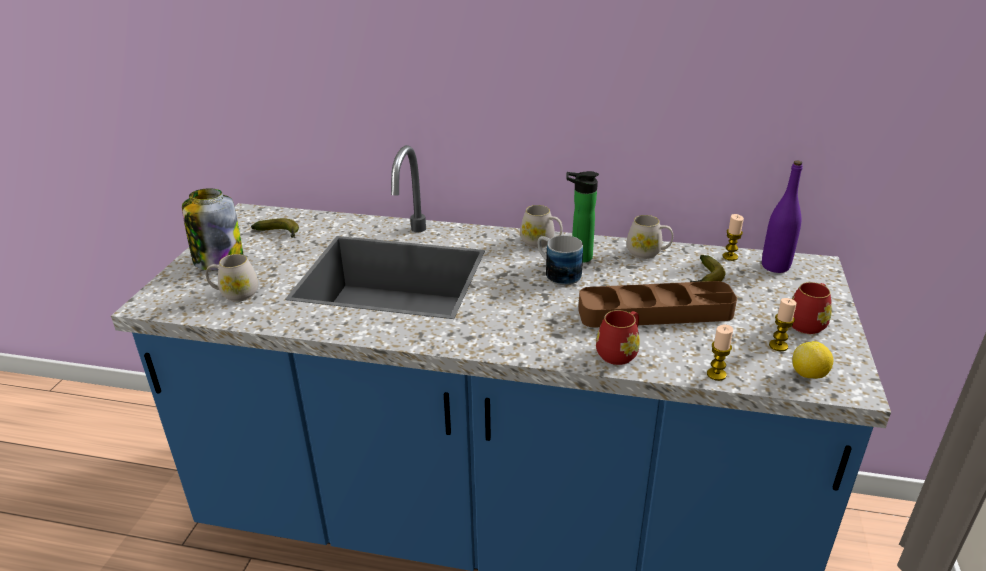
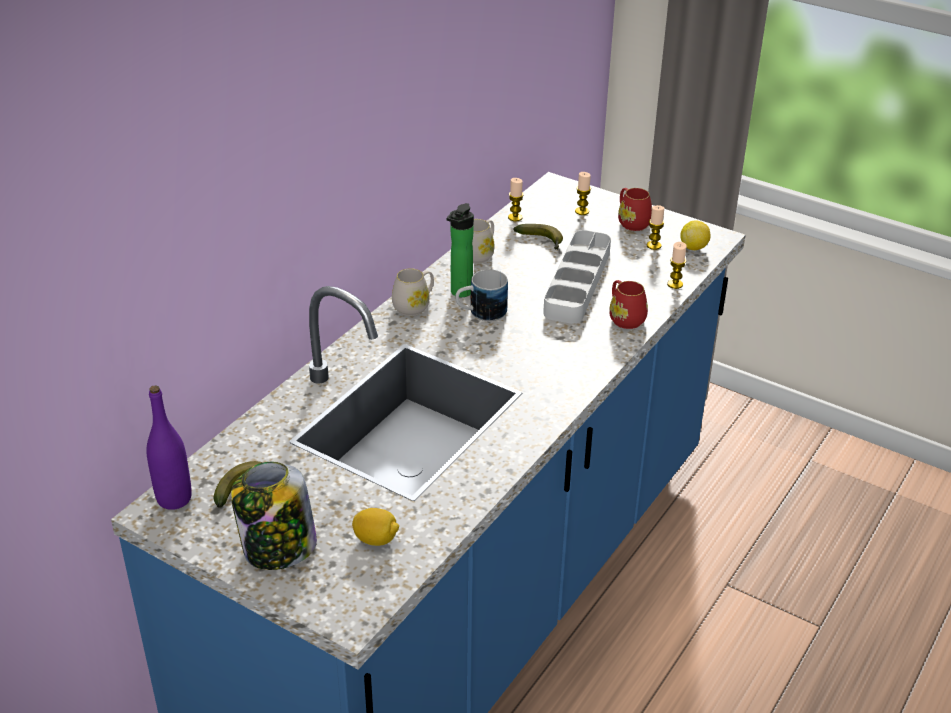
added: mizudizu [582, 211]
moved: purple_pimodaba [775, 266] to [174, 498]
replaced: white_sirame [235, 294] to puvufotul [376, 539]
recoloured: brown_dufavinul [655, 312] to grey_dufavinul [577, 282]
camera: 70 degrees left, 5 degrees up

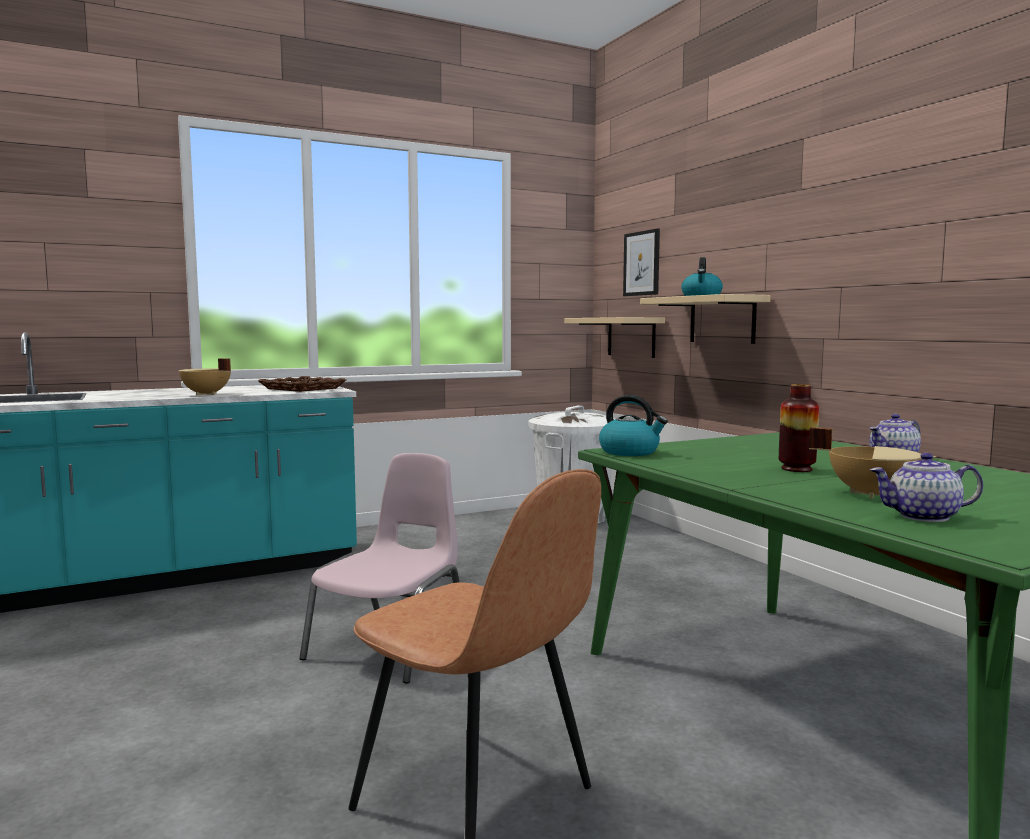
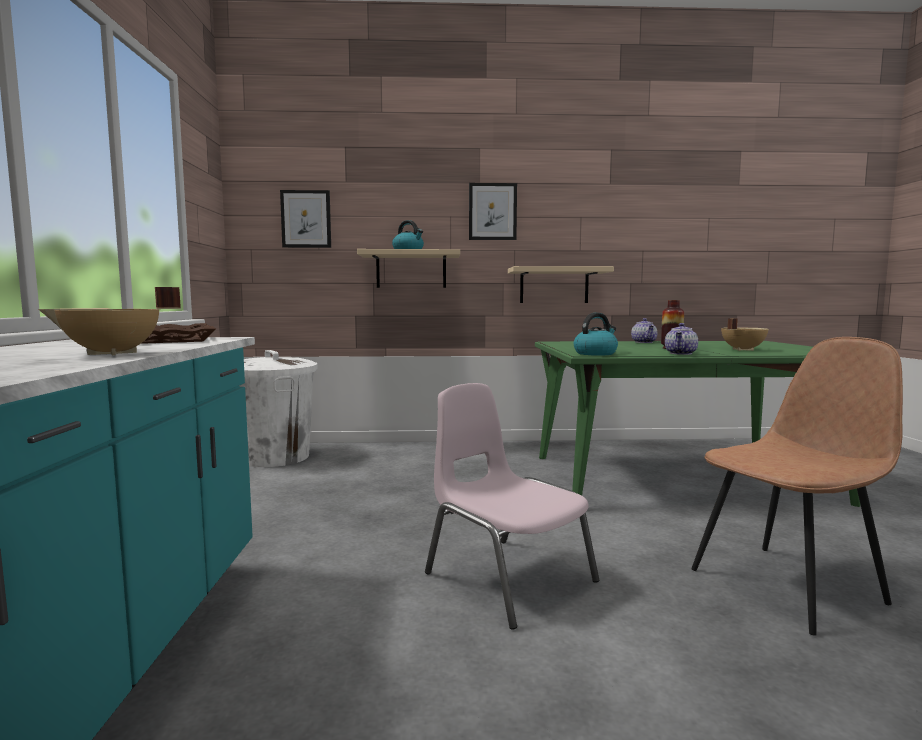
added: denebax [492, 211]
moved: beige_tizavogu [631, 337] to [554, 285]; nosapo [923, 516] to [681, 353]
camera: 65 degrees left, 0 degrees up

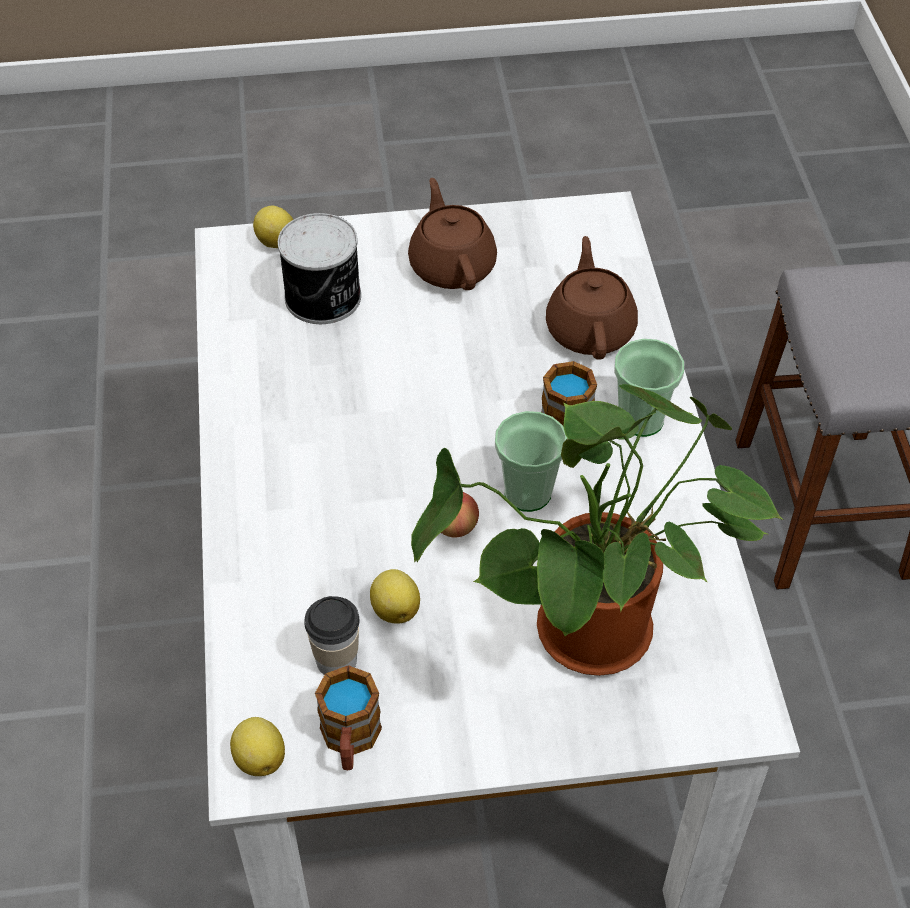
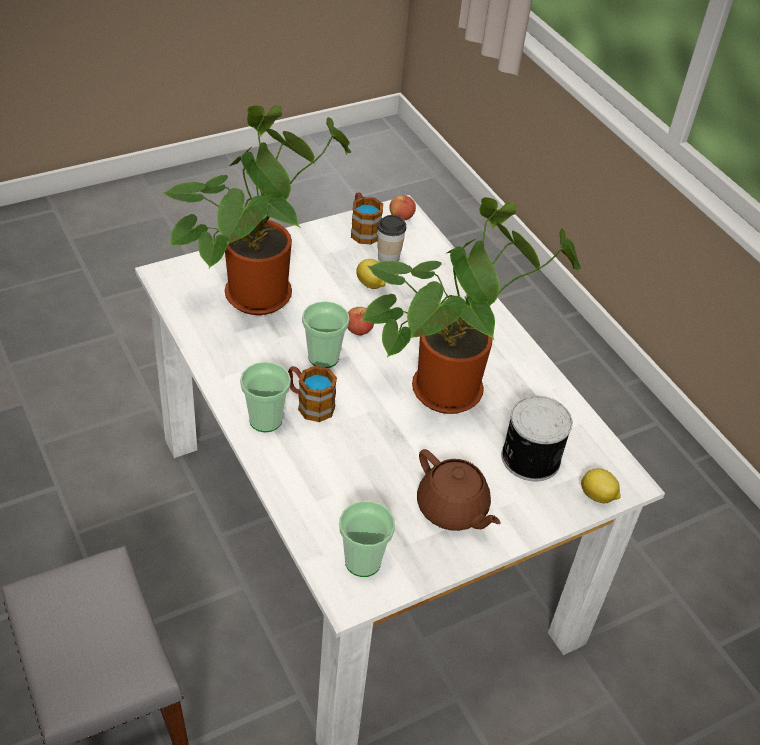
removed: brown_nosapo [590, 329]
added: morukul [363, 561]; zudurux [449, 385]
replaced: puvufotul [260, 757] to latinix [401, 217]
camera: 155 degrees right, 5 degrees down

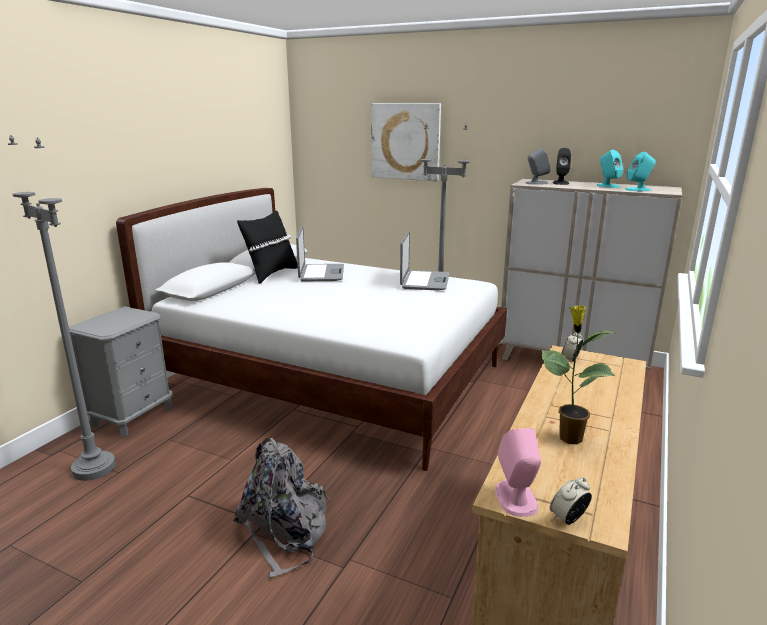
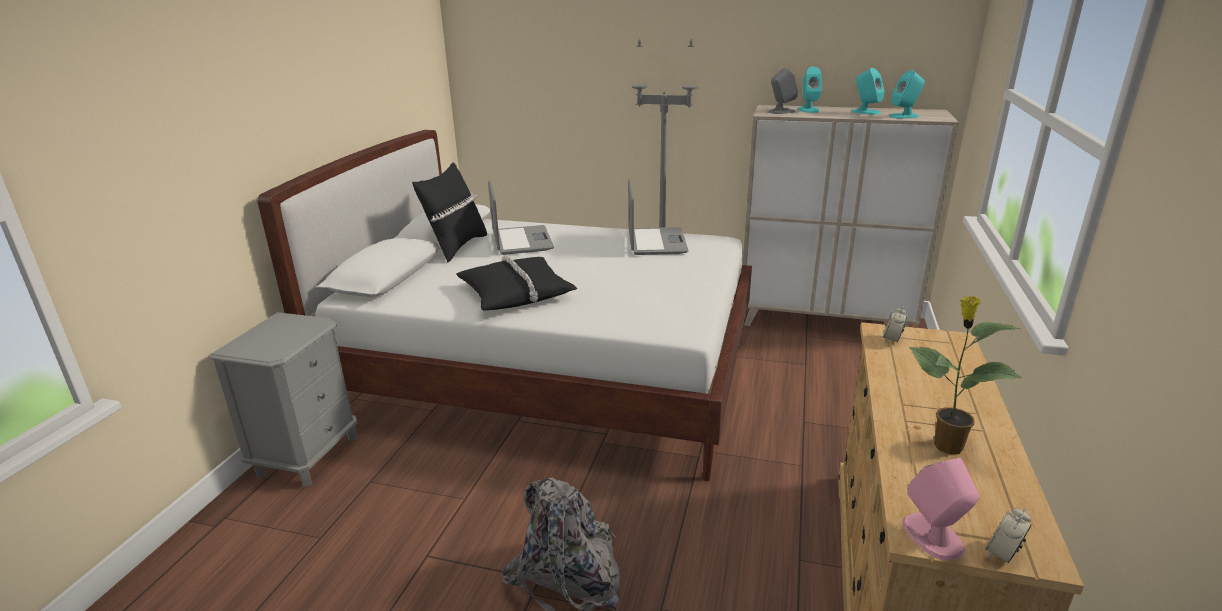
removed: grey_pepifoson [93, 468]; denebax [405, 141]
added: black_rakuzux [516, 293]
recoloured: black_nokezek [560, 183] to turquoise_nokezek [808, 110]
camera: 10 degrees left, 5 degrees up

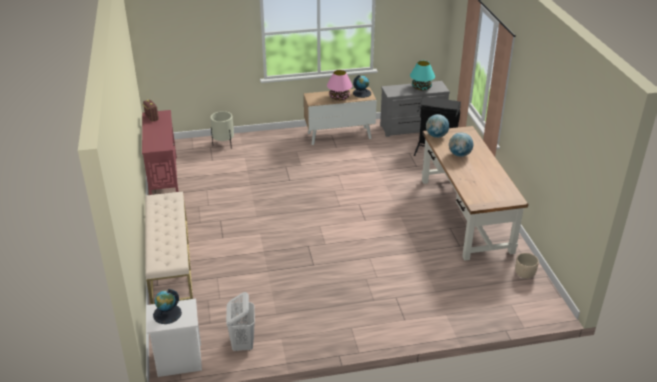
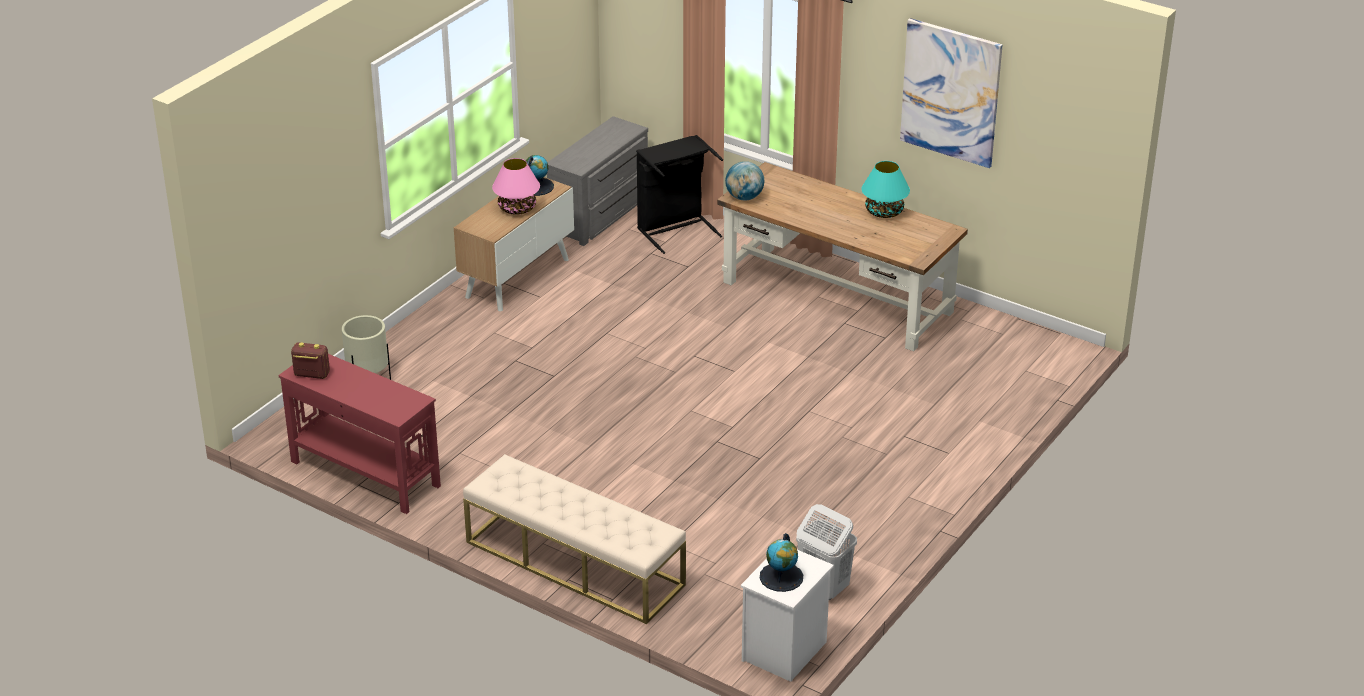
removed: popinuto [459, 154]; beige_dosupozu [525, 274]
added: denebax [951, 92]
moved: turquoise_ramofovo [421, 88] to [884, 212]
camera: 45 degrees left, 0 degrees up

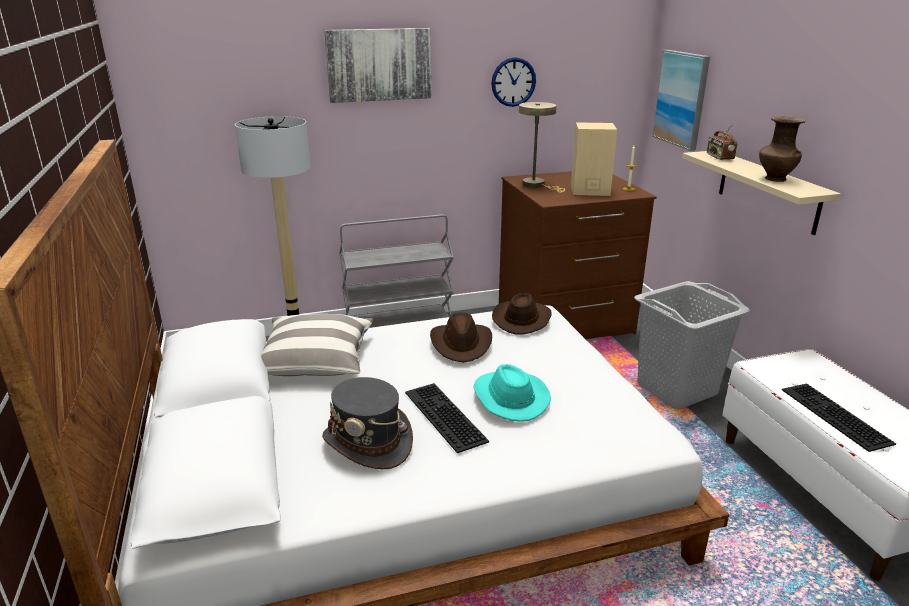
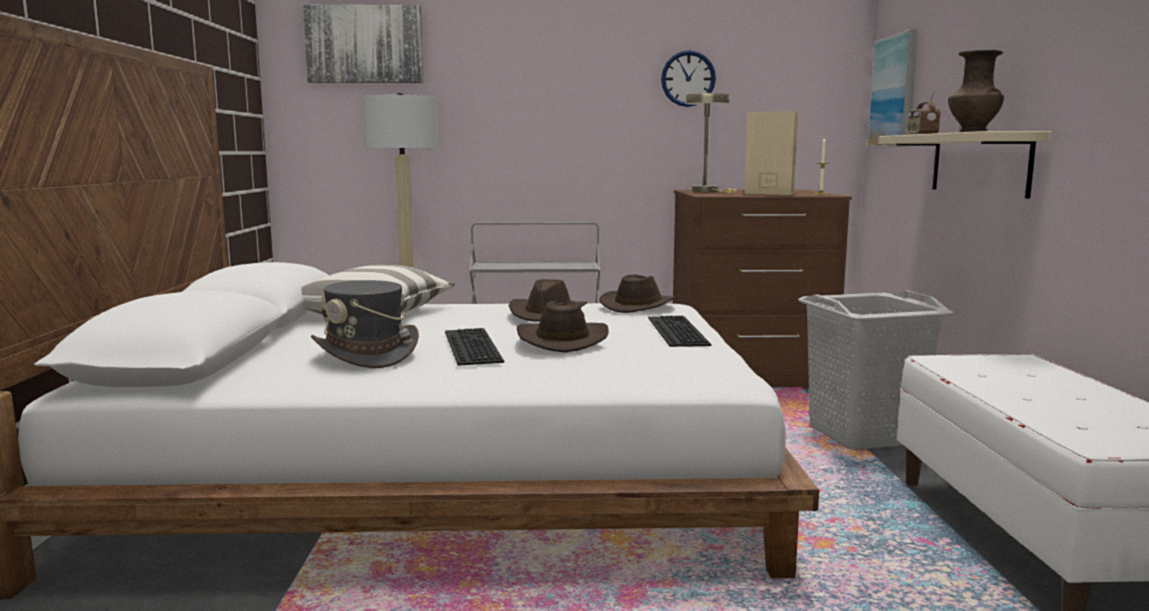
moved: denebax [379, 64] to [364, 44]; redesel [832, 415] to [674, 330]
recoloured: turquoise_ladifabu [509, 397] to brown_ladifabu [561, 340]
camera: 15 degrees right, 15 degrees down

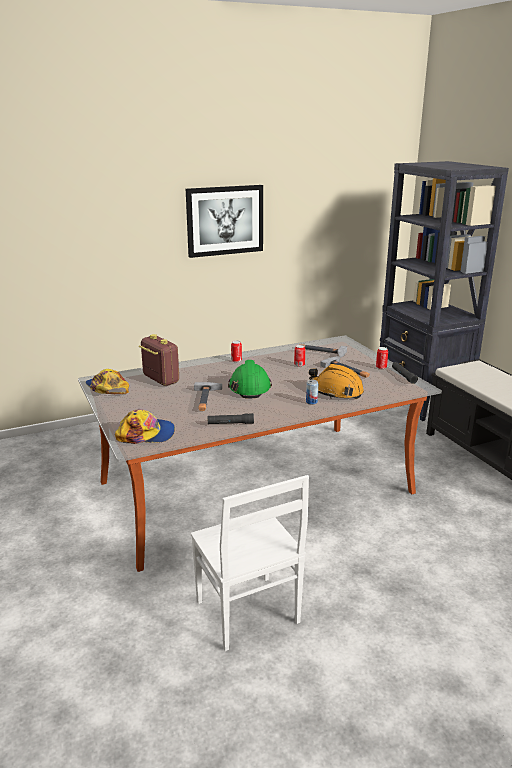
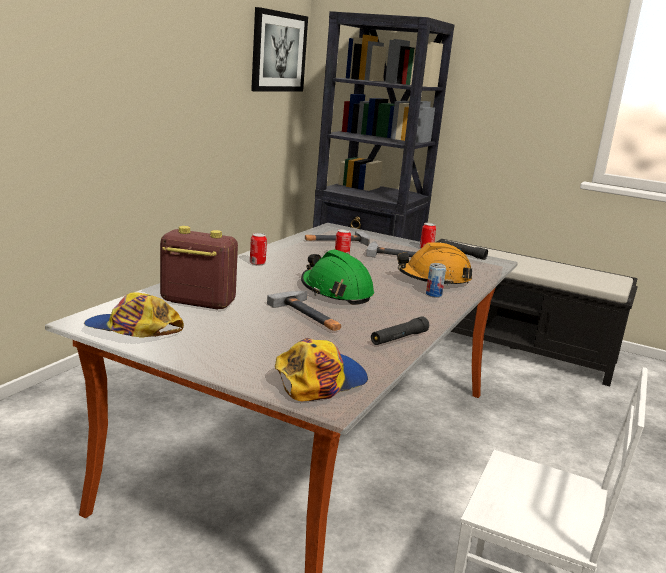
moved: denebax [225, 220] to [278, 52]
camera: 40 degrees left, 5 degrees down

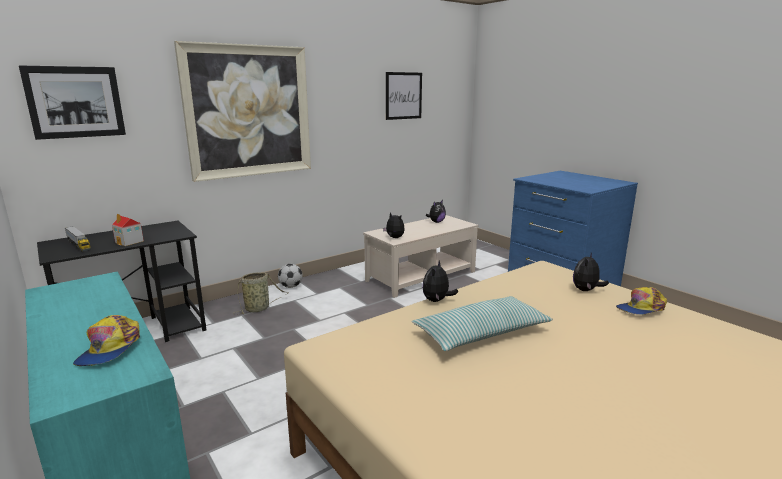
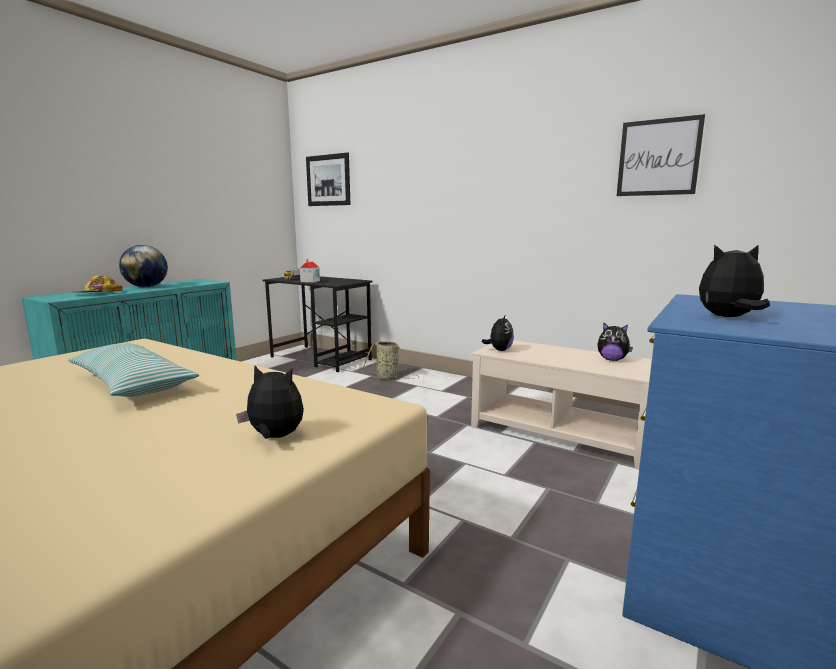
removed: denebax [249, 112]; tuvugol [291, 286]; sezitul [641, 309]
added: popinuto [146, 287]
moved: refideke [437, 300] to [728, 318]
camera: 70 degrees right, 5 degrees down

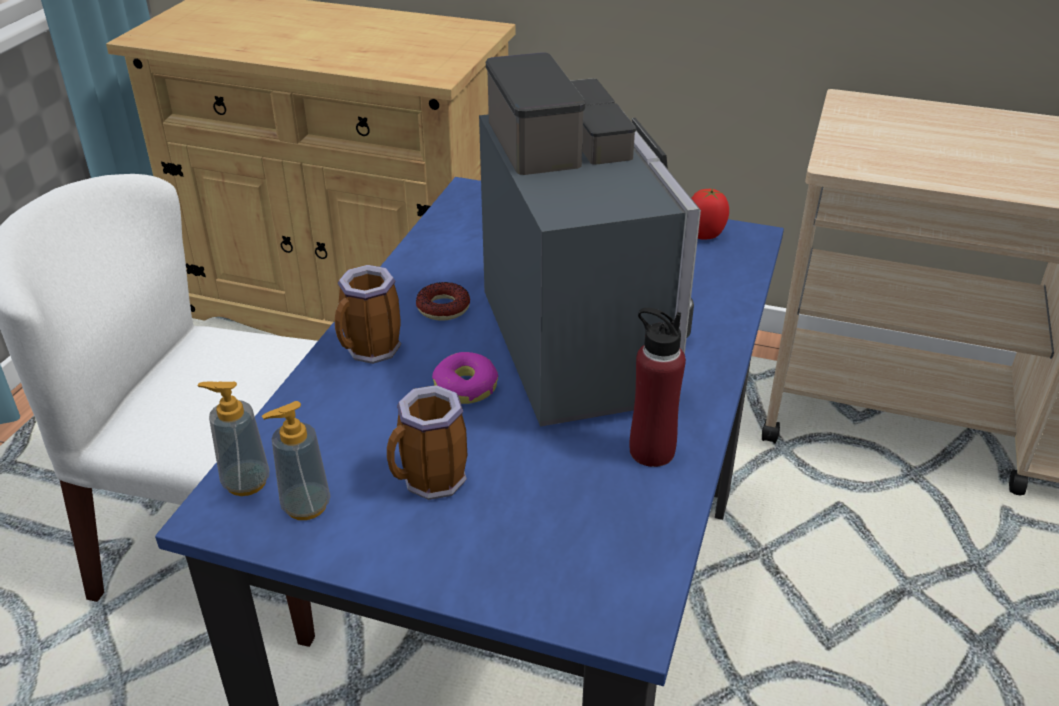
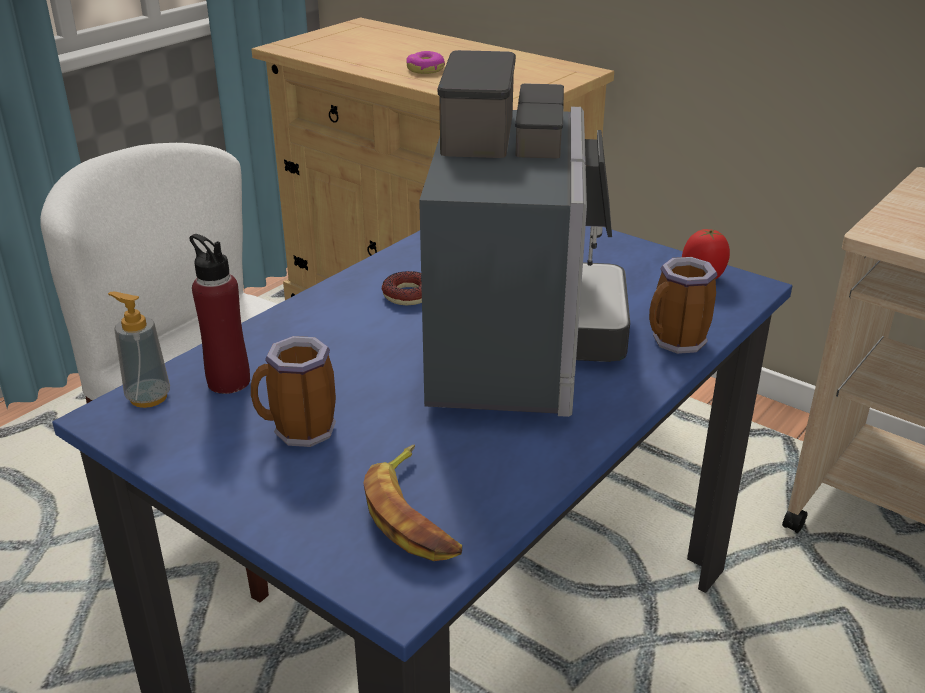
removed: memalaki [306, 506]
added: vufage [414, 514]
moved: sirame [371, 352] to [676, 344]; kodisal [465, 387] to [425, 69]; red_pimodaba [651, 451] to [228, 381]
camera: 20 degrees right, 5 degrees down

